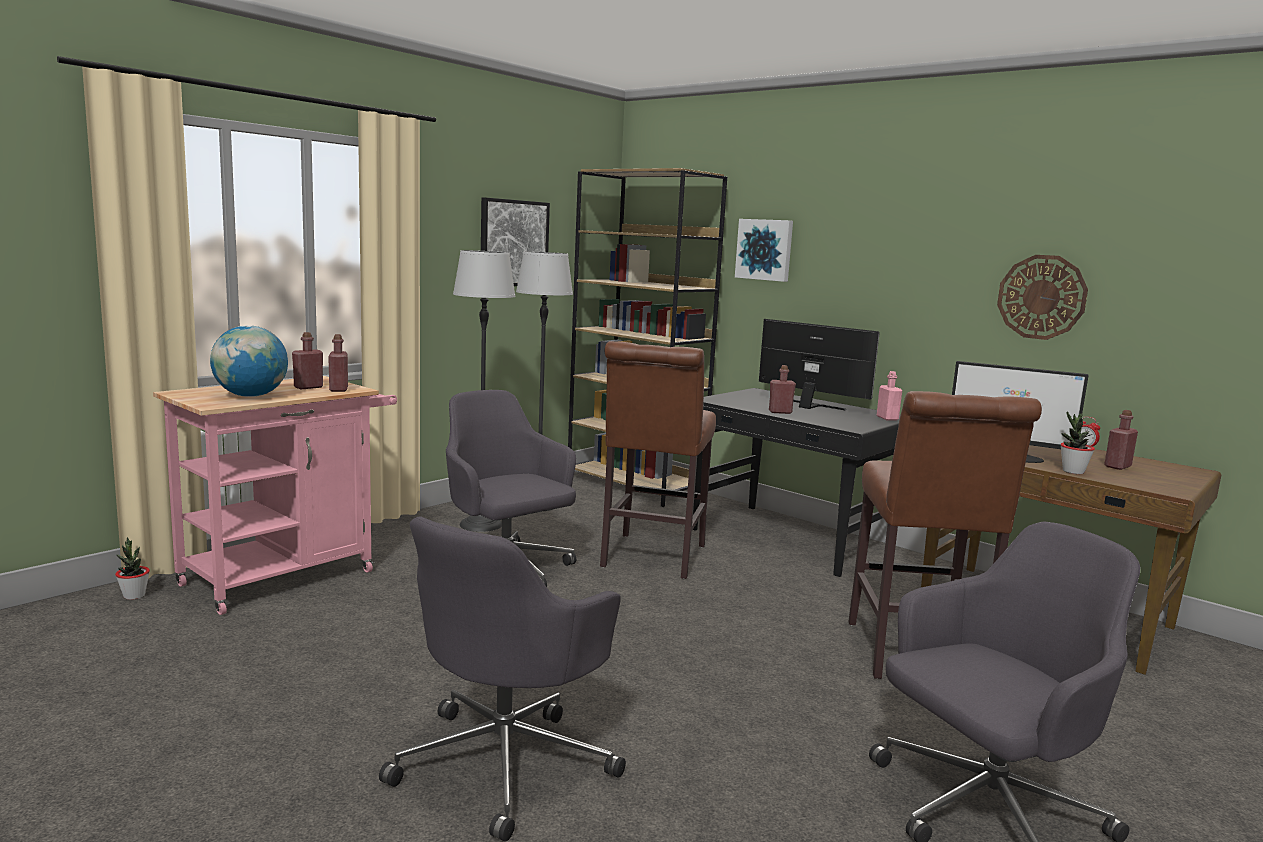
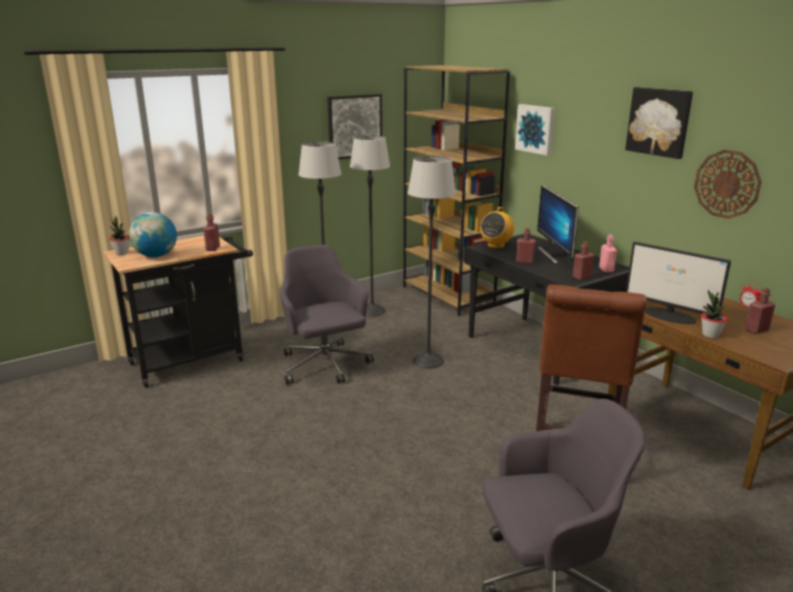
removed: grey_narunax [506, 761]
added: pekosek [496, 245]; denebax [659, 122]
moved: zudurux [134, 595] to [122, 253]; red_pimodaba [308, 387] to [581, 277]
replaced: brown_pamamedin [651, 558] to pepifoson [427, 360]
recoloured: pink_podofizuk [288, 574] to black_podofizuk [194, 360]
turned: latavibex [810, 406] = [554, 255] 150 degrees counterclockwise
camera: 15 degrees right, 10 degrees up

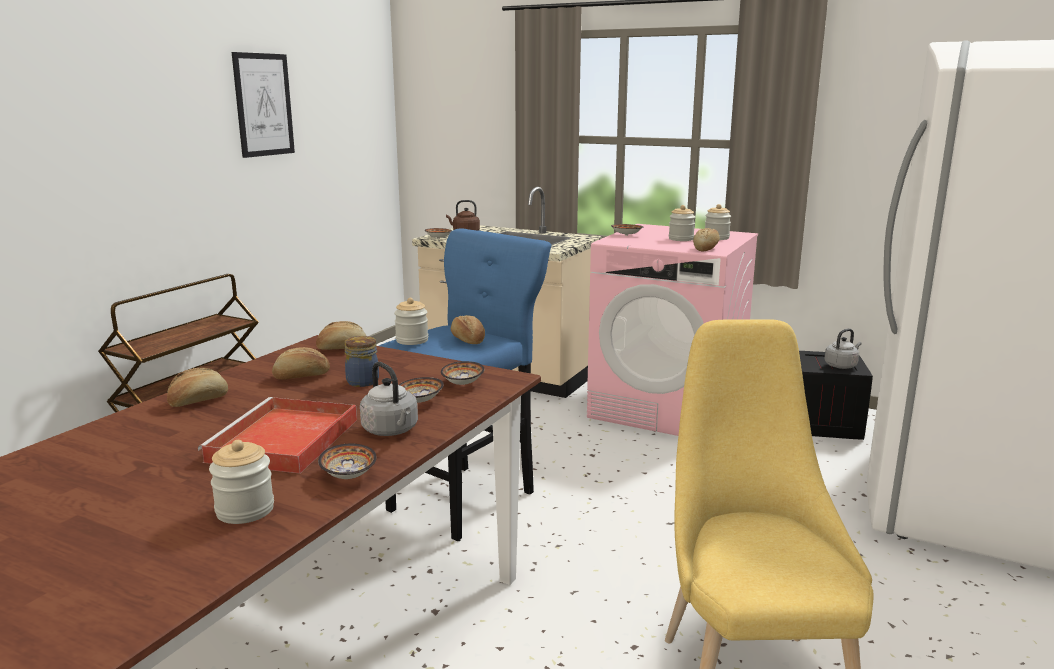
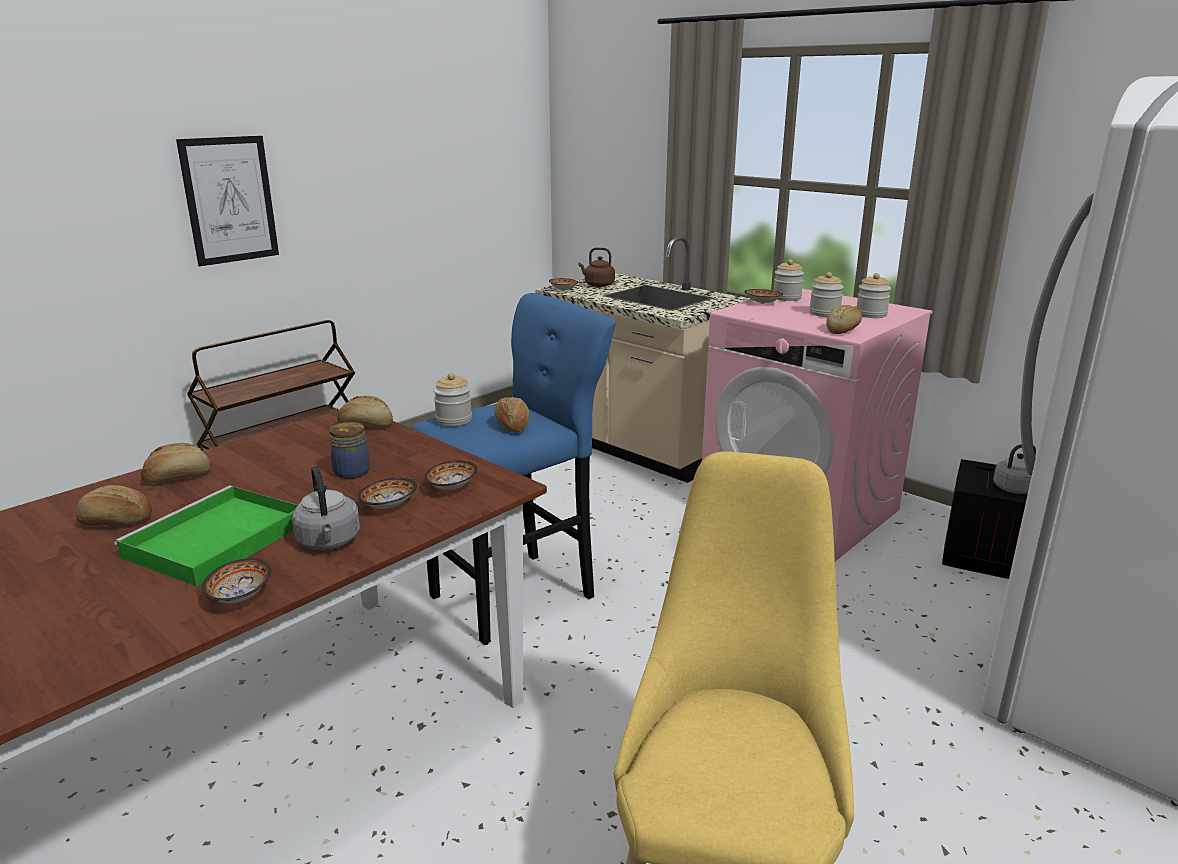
moved: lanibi [245, 510] to [787, 298]; denebax [263, 105] to [229, 200]; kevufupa [302, 376] to [115, 522]
recoloured: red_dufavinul [283, 441] to green_dufavinul [214, 541]
camera: 15 degrees right, 5 degrees up

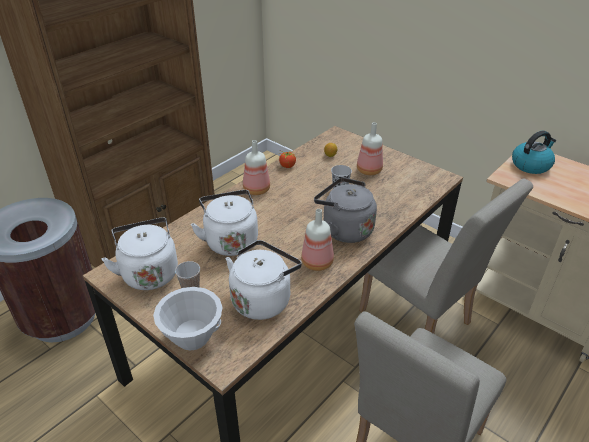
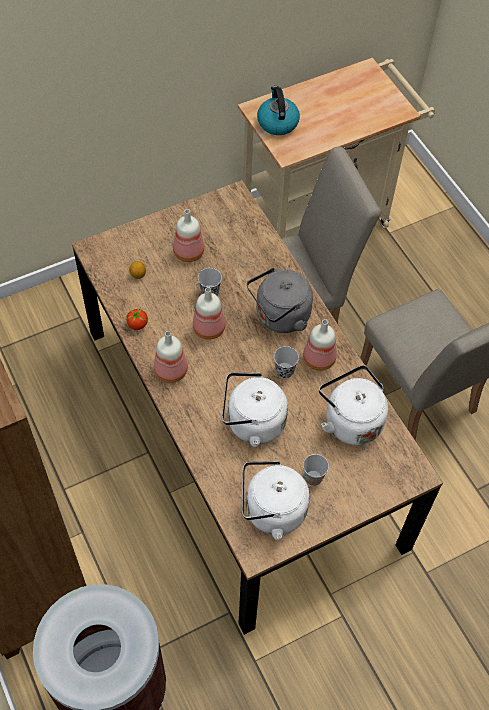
removed: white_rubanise [192, 336]
added: pimodaba [210, 328]; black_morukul [284, 371]
camera: 70 degrees left, 20 degrees up

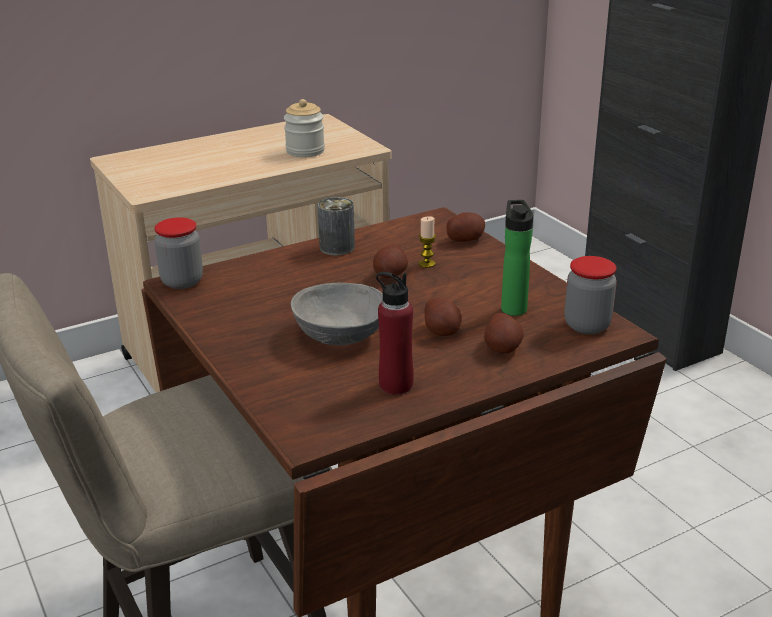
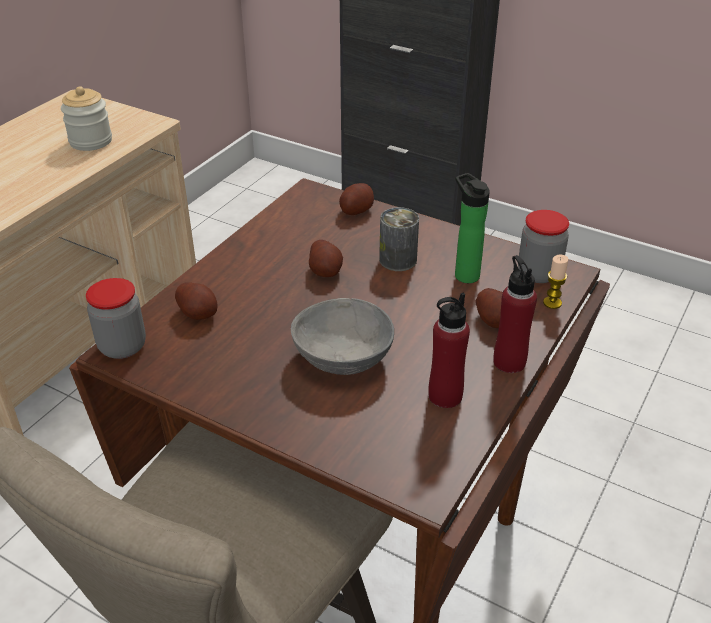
added: red_pimodaba [509, 362]
moved: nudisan [337, 247] to [398, 260]; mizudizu [427, 264] to [552, 303]; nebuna [442, 331] to [198, 313]
camera: 30 degrees left, 10 degrees up

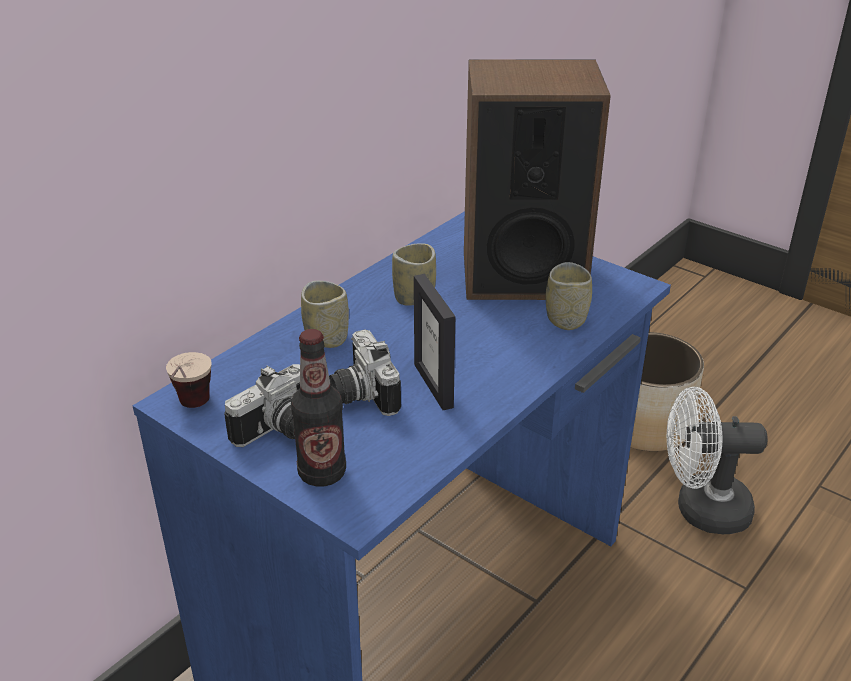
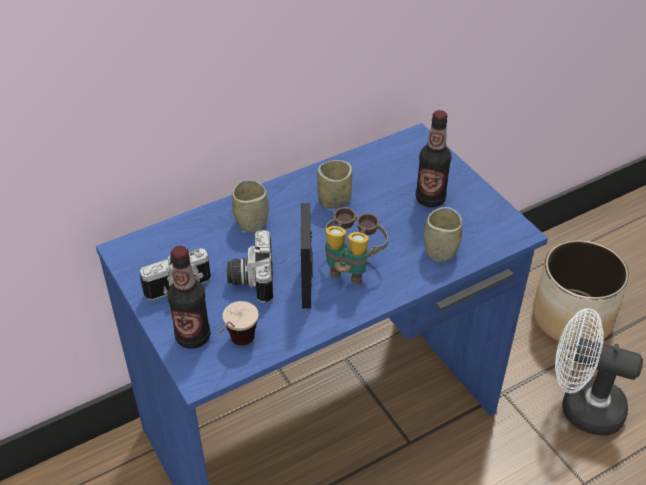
added: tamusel [351, 267]
moved: morukul [191, 411] to [237, 348]
replaced: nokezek [522, 275] to pimodaba [430, 199]
camera: 20 degrees right, 10 degrees up

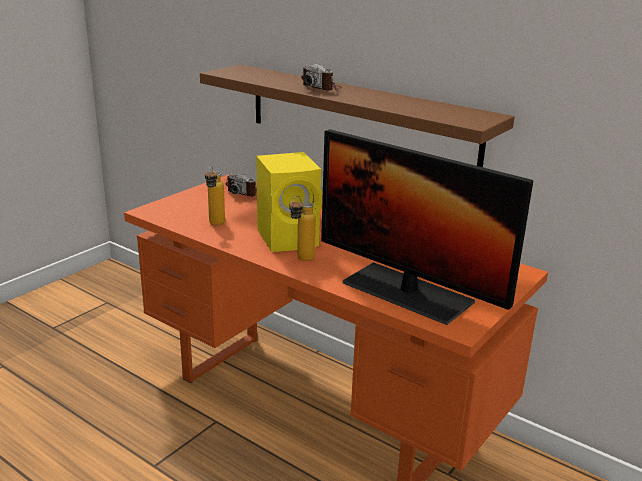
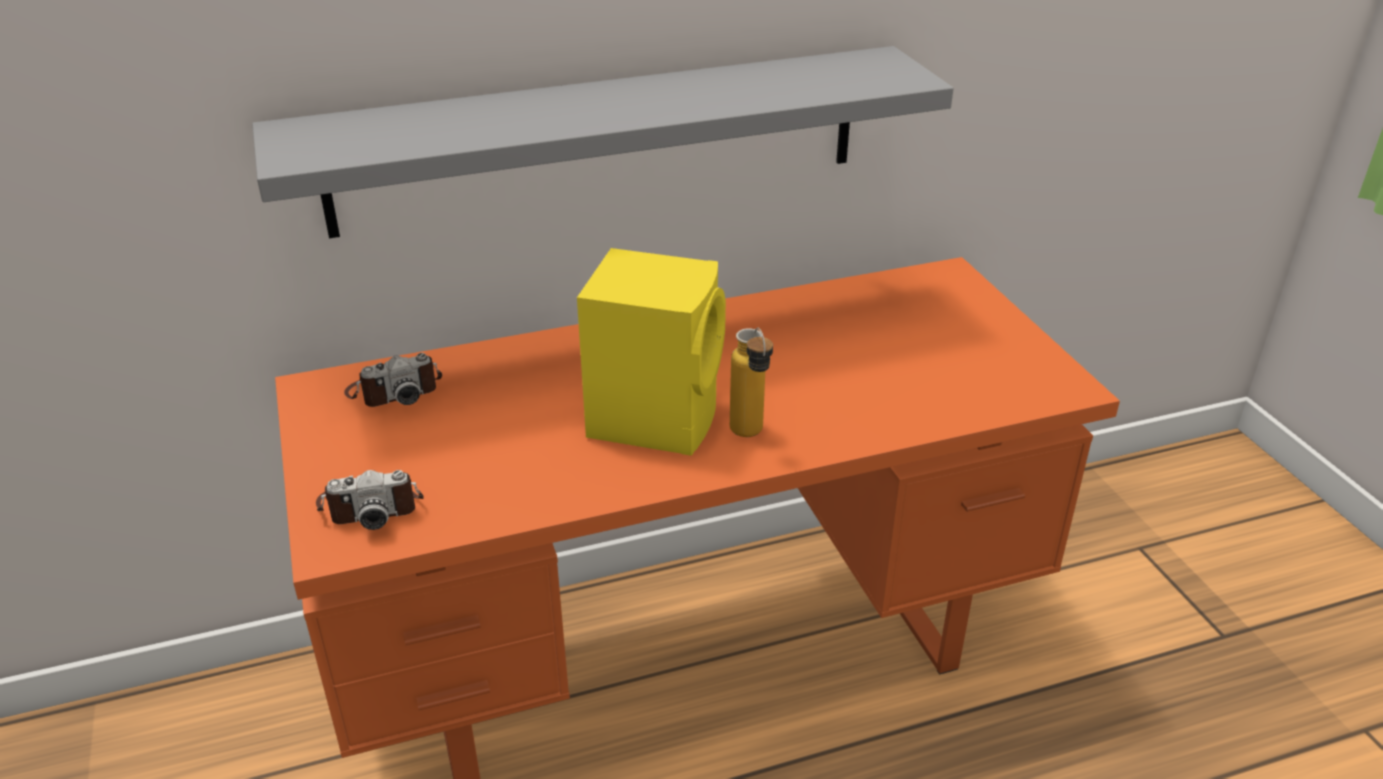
removed: pimodaba [215, 225]; latavibex [407, 292]
moved: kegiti [321, 88] to [371, 505]
recoloured: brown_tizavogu [359, 117] to grey_tizavogu [599, 140]
camera: 55 degrees left, 10 degrees up

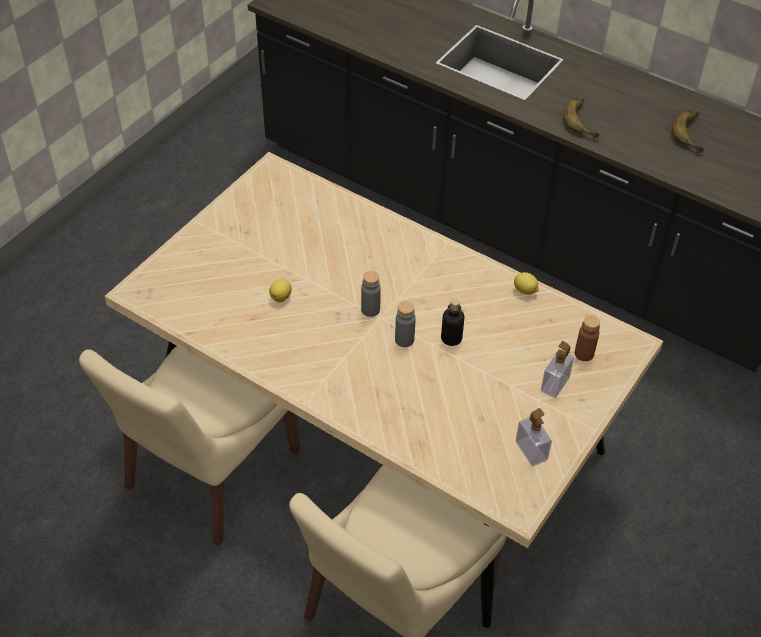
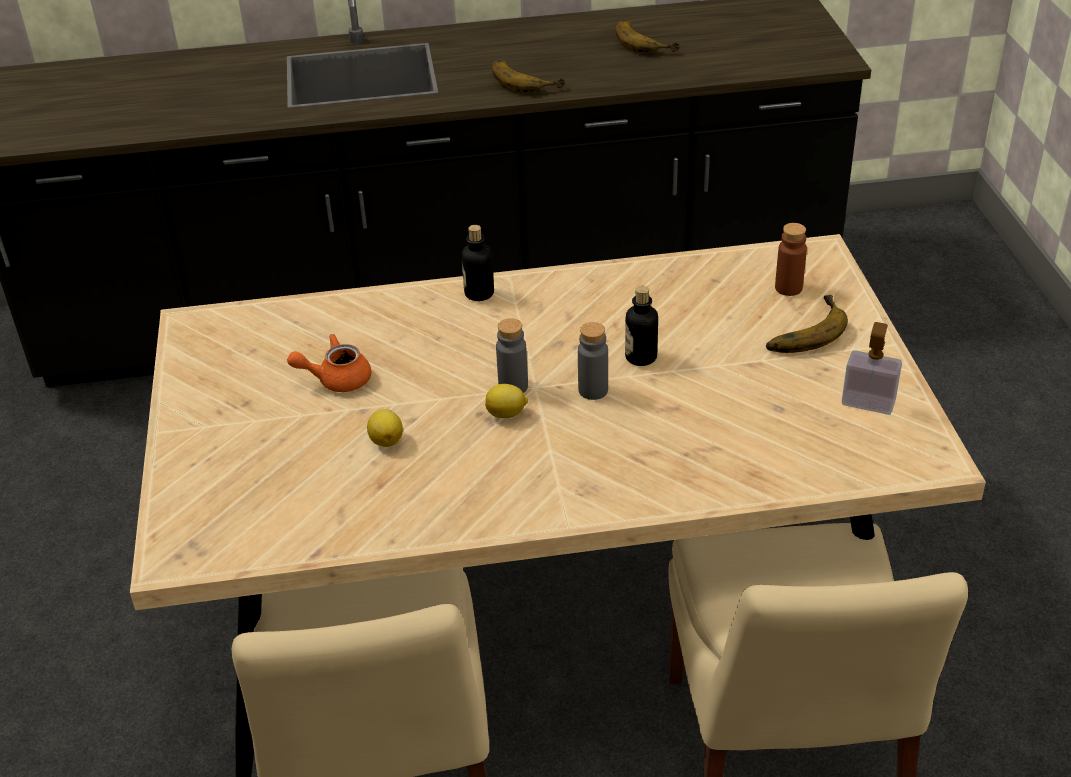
added: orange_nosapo [336, 379]; pimodaba [479, 293]
moved: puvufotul [525, 291] to [507, 414]
replaced: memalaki [555, 384] to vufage [801, 331]
camera: 40 degrees left, 10 degrees down

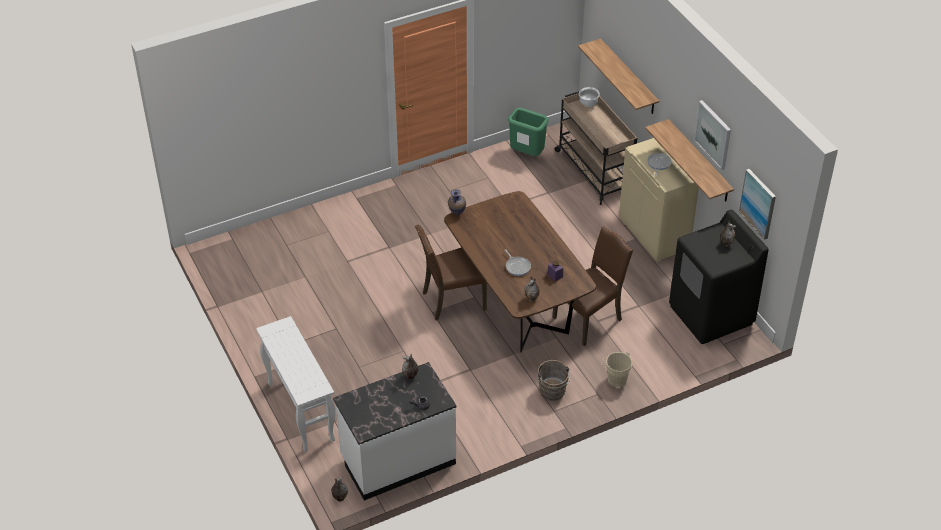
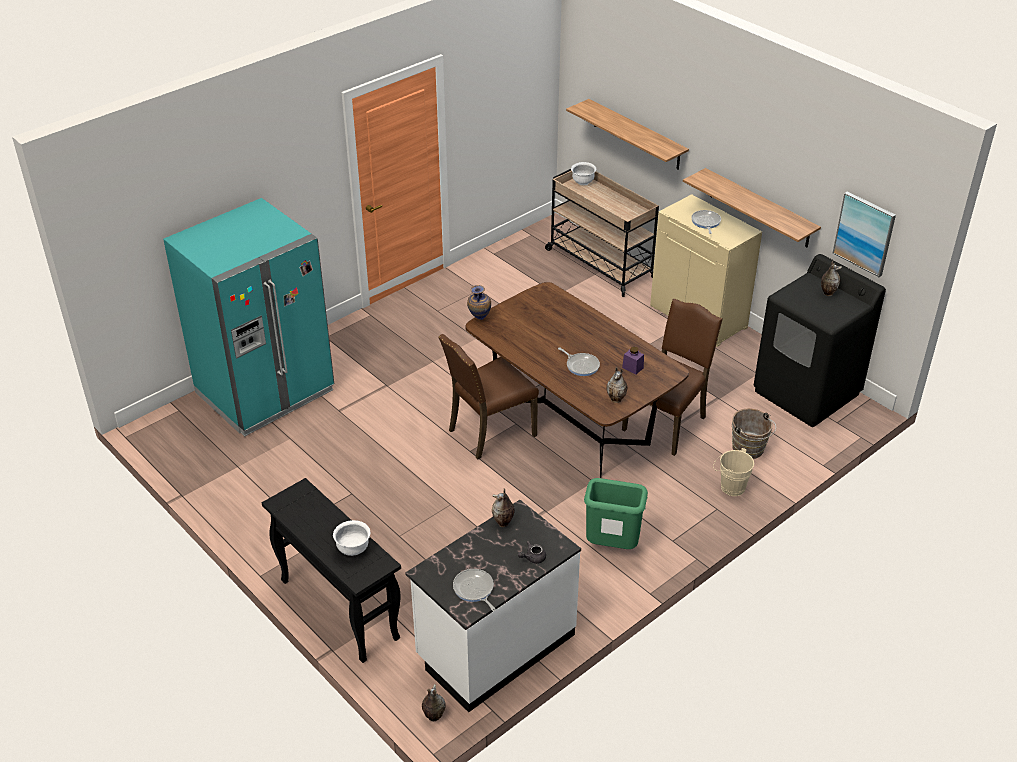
removed: denebax [713, 134]
added: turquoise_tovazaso [265, 392]; white_rubanise [353, 549]; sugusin [474, 590]
moved: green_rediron [527, 154] to [612, 546]; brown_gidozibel [552, 393] to [749, 450]
recoloured: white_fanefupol [300, 411] to black_fanefupol [338, 609]
camera: 15 degrees left, 5 degrees down

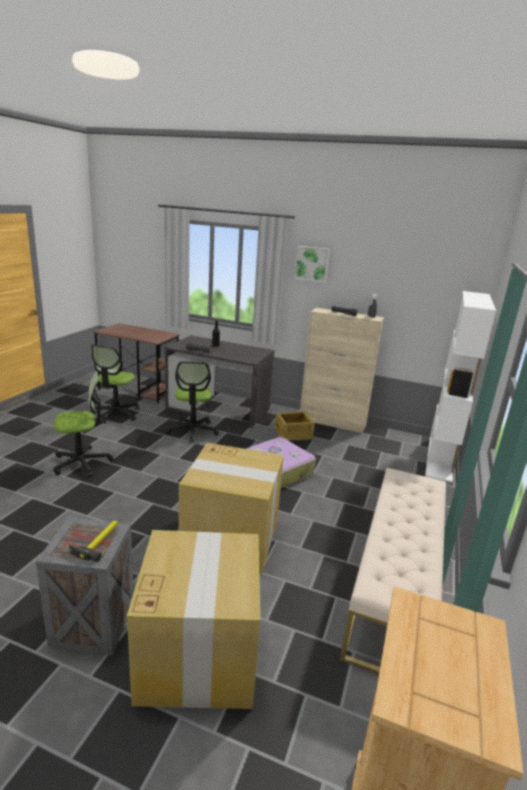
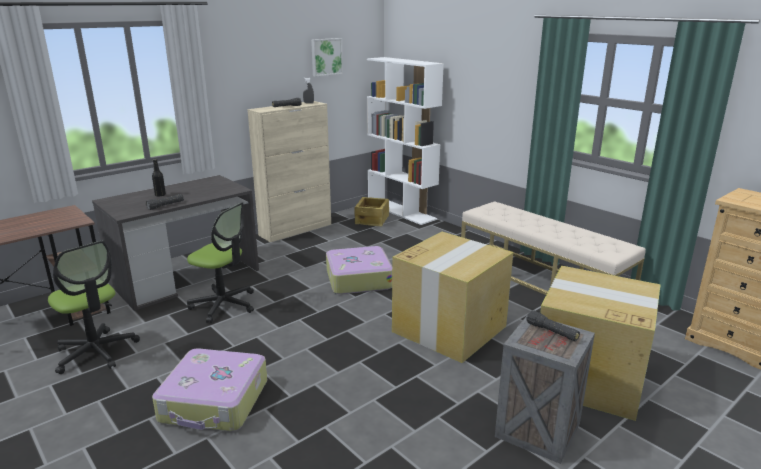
moved: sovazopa [293, 434] to [372, 220]; denebax [312, 264] to [326, 57]
replaced: narunax [82, 463] to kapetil [215, 402]; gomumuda [97, 541] to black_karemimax [552, 332]
camera: 60 degrees left, 0 degrees up

